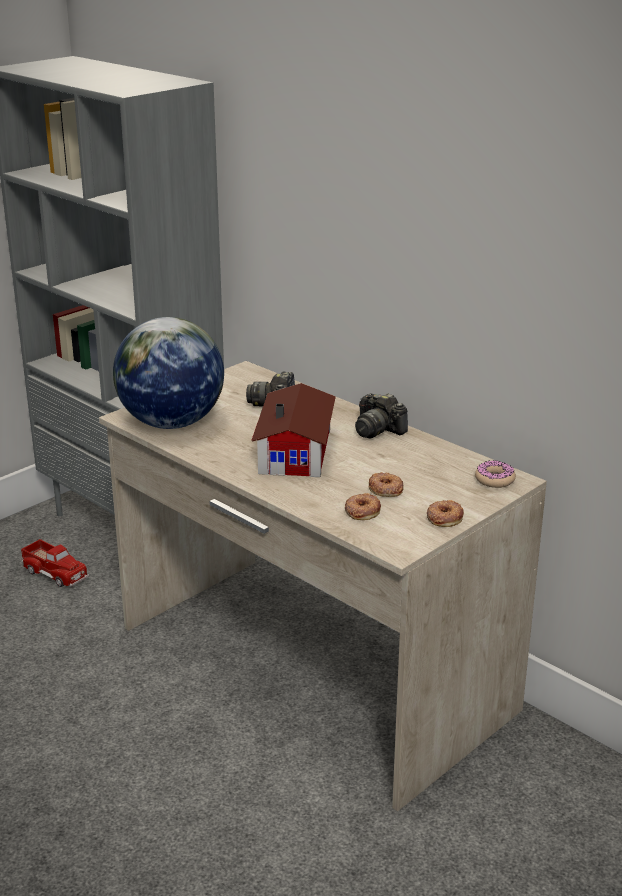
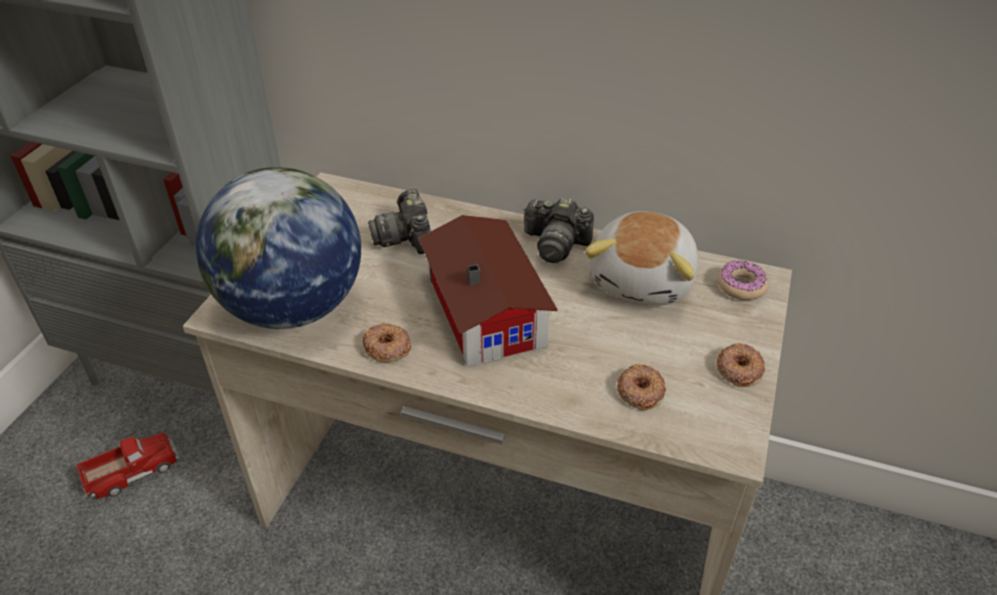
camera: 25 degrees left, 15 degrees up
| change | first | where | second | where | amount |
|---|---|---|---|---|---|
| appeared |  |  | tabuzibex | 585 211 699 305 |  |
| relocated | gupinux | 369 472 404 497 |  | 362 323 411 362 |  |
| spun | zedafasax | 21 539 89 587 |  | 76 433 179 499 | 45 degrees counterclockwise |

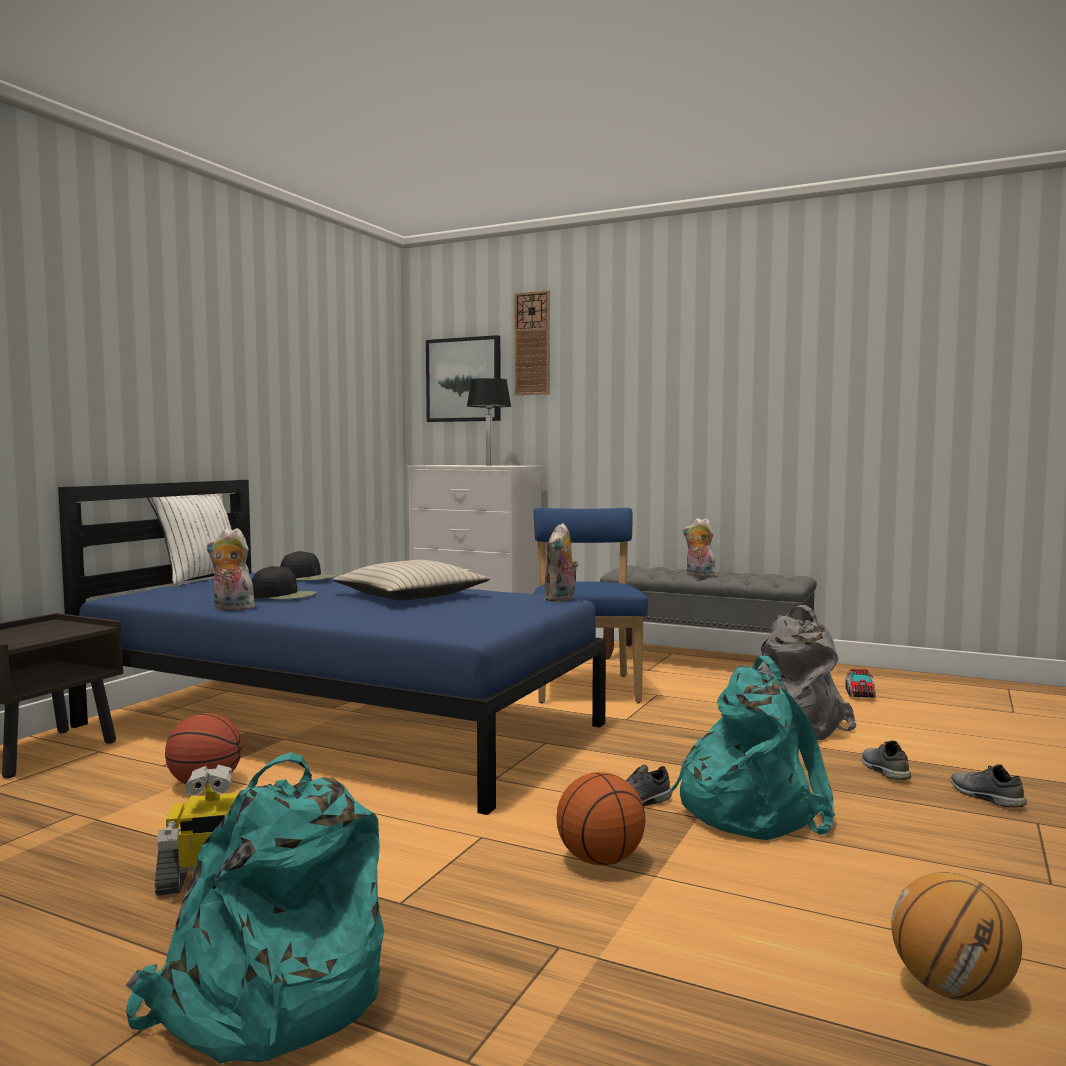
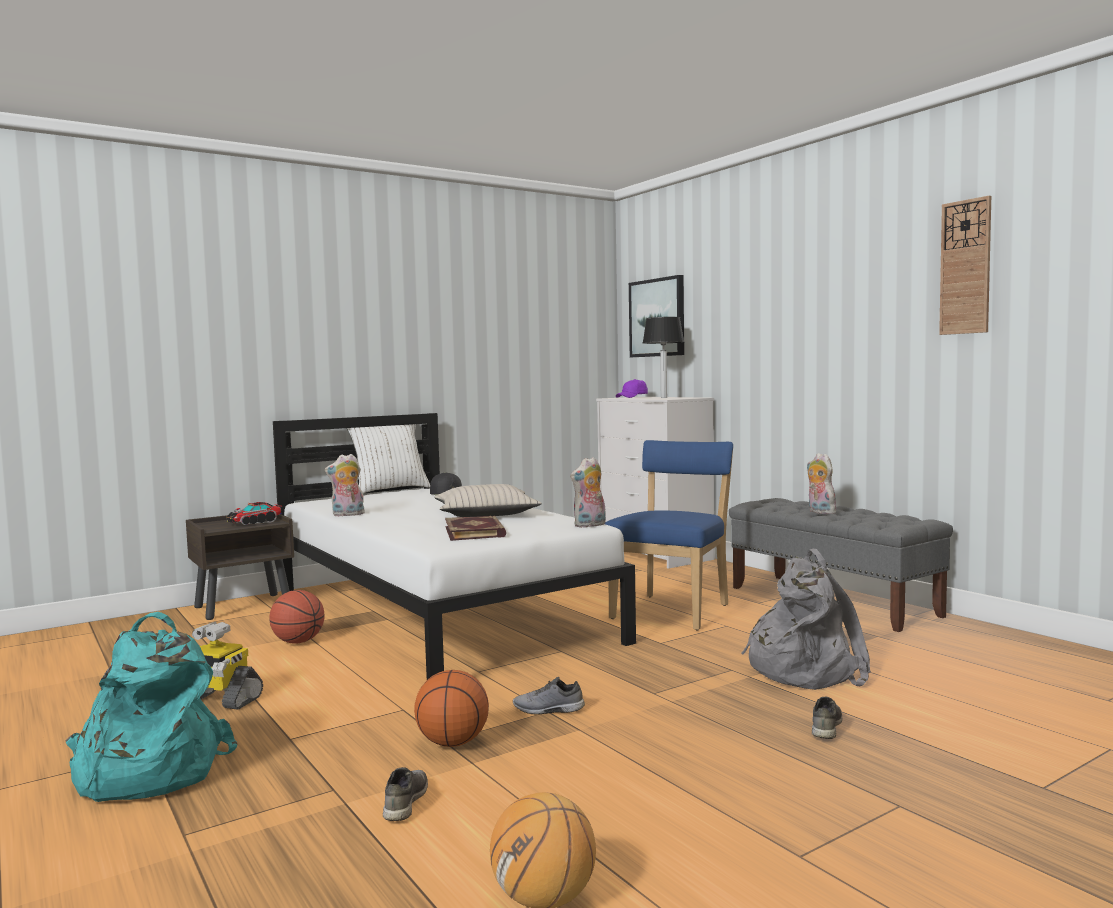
camera: 30 degrees right, 0 degrees up
| change | first | where | second | where | amount |
|---|---|---|---|---|---|
| missing | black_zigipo | 252 566 317 599 |  |  |  |
| missing | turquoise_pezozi | 671 656 835 840 |  |  |  |
| appeared |  |  | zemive | 445 515 506 541 |  |
| appeared |  |  | purple_zigipo | 616 379 648 398 |  |
| relocated | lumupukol | 514 290 550 395 |  | 939 196 991 335 |  |
| relocated | zedafasax | 845 669 876 698 |  | 226 502 283 525 |  |
| relocated | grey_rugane | 950 764 1027 808 |  | 383 767 428 821 |  |
| colour | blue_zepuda | 58 480 606 815 | white_zepuda | 273 413 636 680 |  |
| spun | tabuzibex | 207 528 255 610 |  | 325 454 365 516 | 60 degrees counterclockwise |

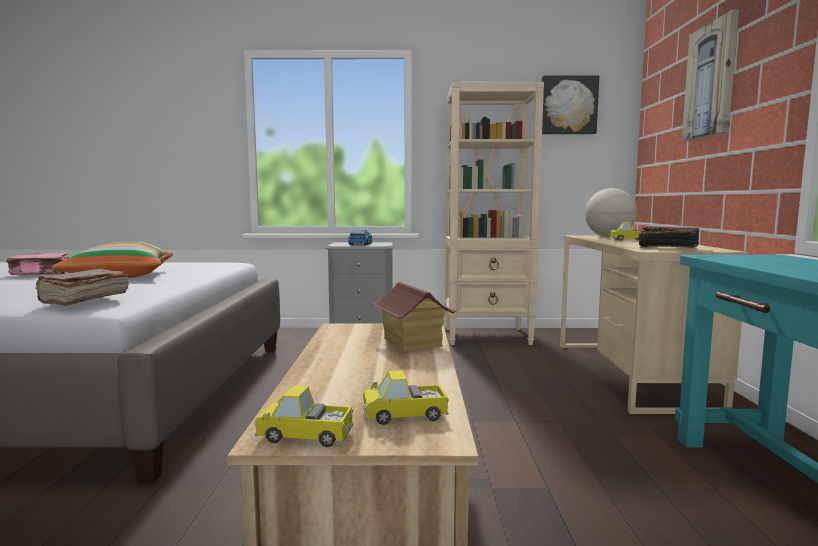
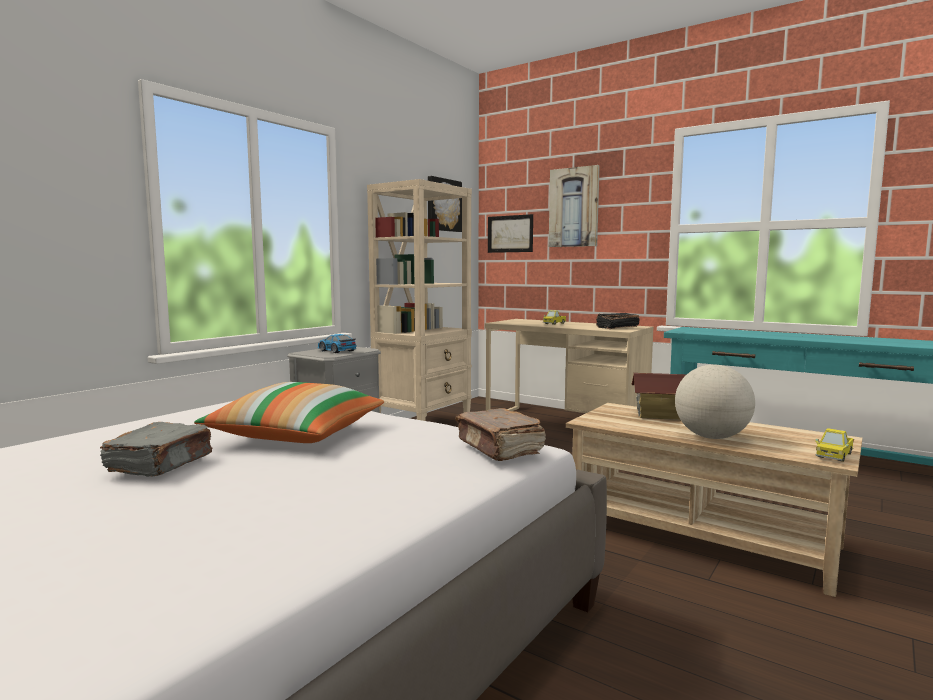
camera: 55 degrees left, 0 degrees up
| change | first | where | second | where | amount |
|---|---|---|---|---|---|
| missing | zedafasax | 363 370 449 425 |  |  |  |
| appeared |  |  | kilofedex | 488 214 533 253 |  |
| relocated | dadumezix | 585 188 637 237 |  | 675 365 755 439 |  |
| colour | pink_zemive | 6 252 69 275 | grey_zemive | 100 422 213 477 |  |

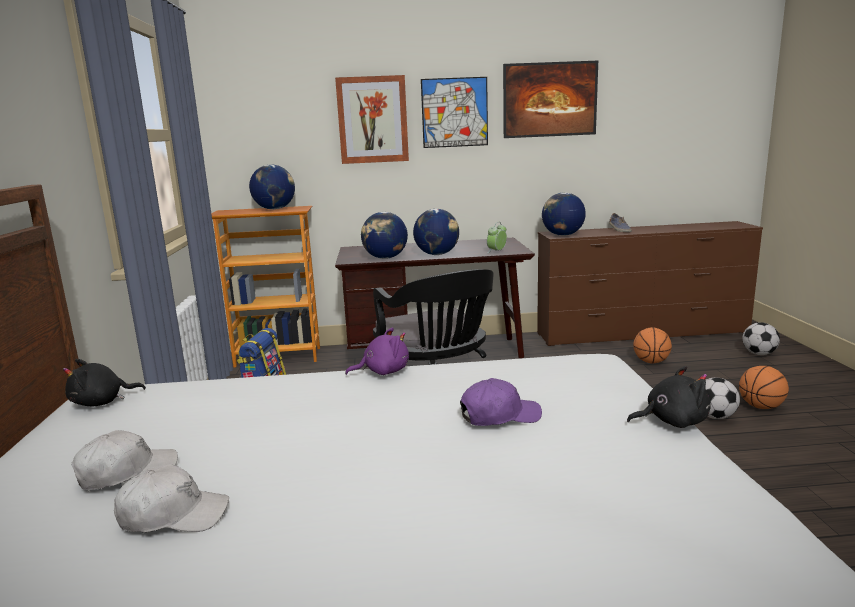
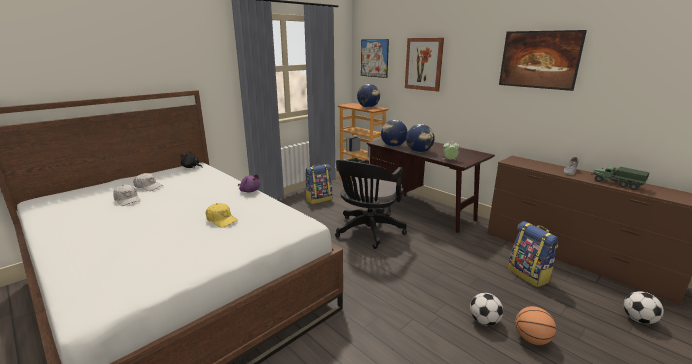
camera: 50 degrees right, 5 degrees up
| change | first | where | second | where | amount |
|---|---|---|---|---|---|
| missing | dadumezix | 542 192 586 236 |  |  |  |
| missing | black_tabuzibex | 627 366 711 428 |  |  |  |
| appeared |  |  | zedafasax | 591 166 650 190 |  |
| relocated | kilofedex | 421 77 488 148 |  | 361 39 389 78 |  |
| exchanged | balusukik | 633 327 672 364 | pezozi | 508 221 558 287 |  |
| colour | purple_zigipo | 460 378 542 426 | yellow_zigipo | 206 203 238 228 |  |

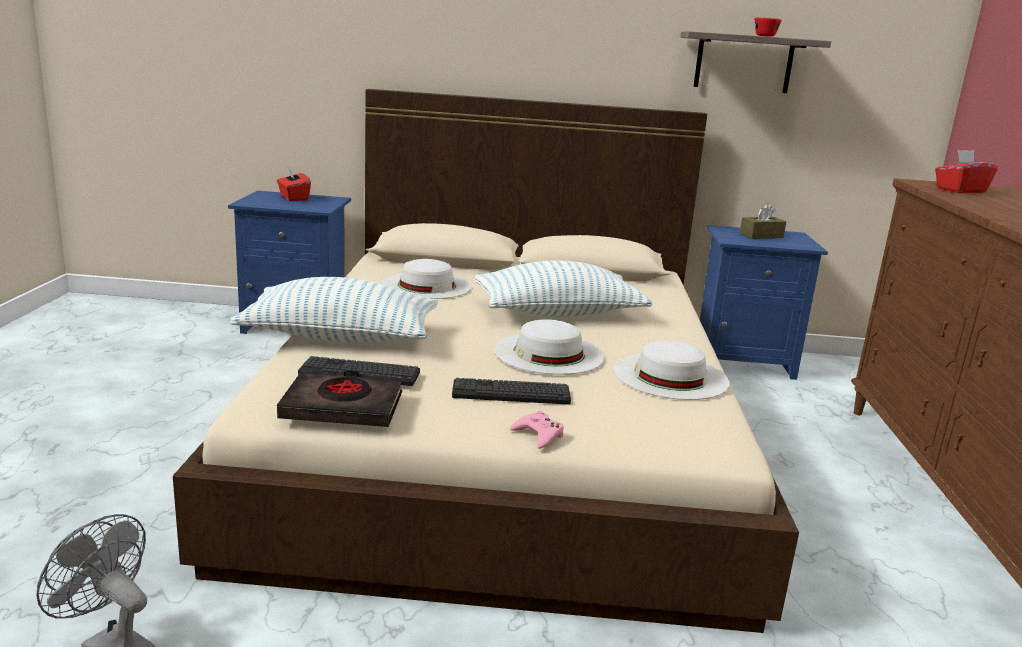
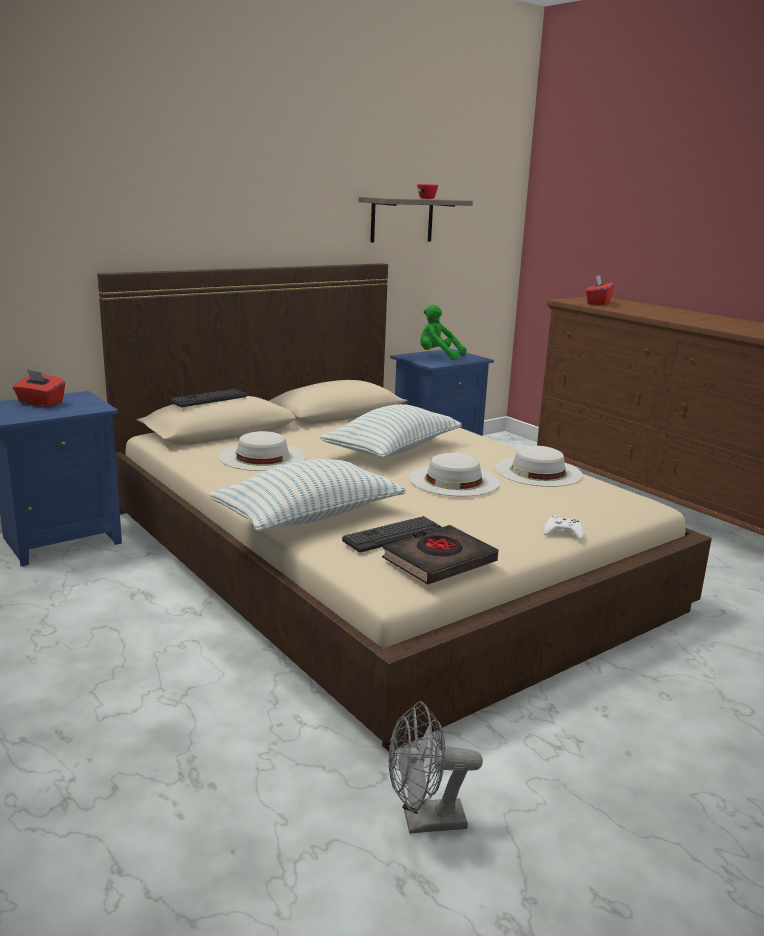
camera: 40 degrees left, 0 degrees up
| change | first | where | second | where | amount |
|---|---|---|---|---|---|
| relocated | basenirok | 452 378 571 405 |  | 170 389 246 407 |  |
| exchanged | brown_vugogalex | 740 203 786 239 | green_tabuzibex | 420 305 467 360 |  |
| colour | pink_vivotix | 510 411 564 449 | white_vivotix | 544 515 583 540 |  |

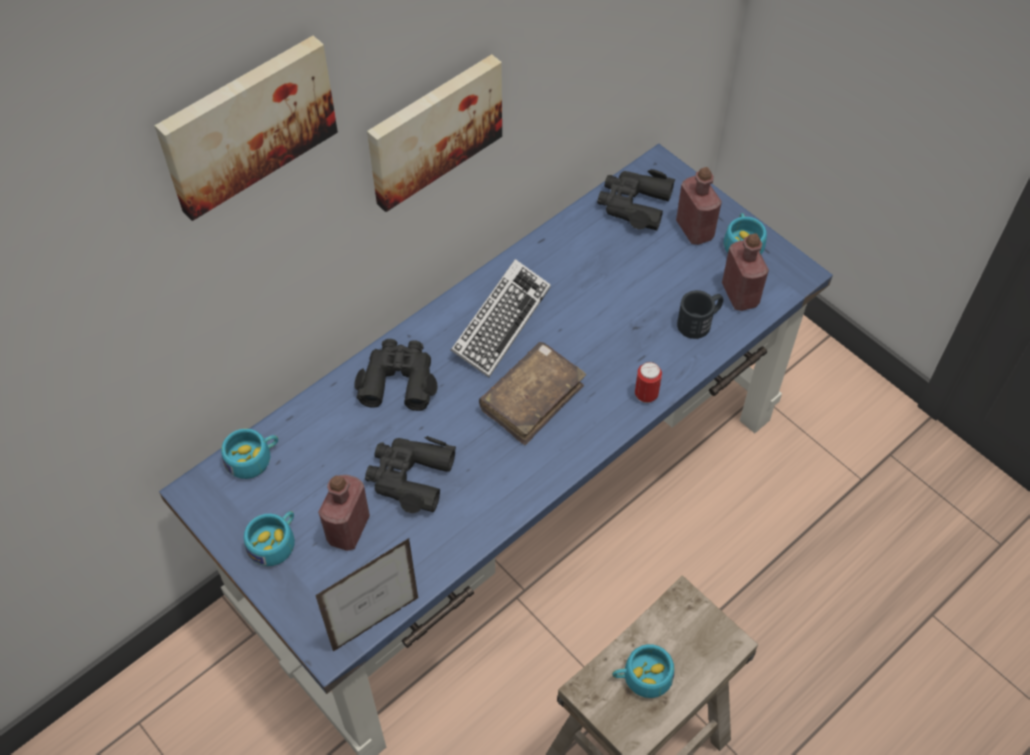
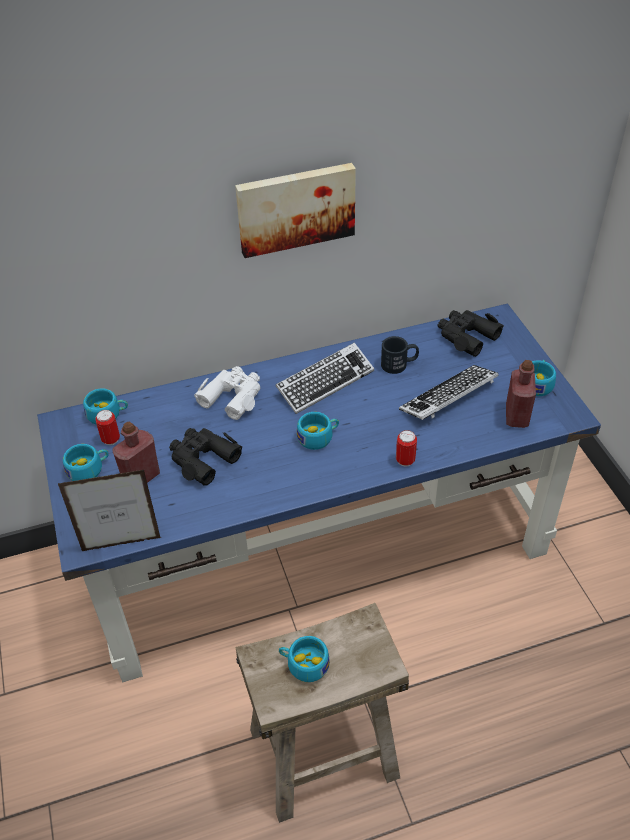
camera: 25 degrees right, 10 degrees down
| change | first | where | second | where | amount |
|---|---|---|---|---|---|
| missing | kilofedex | 155 36 338 221 |  |  |  |
| missing | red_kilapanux | 676 167 722 245 |  |  |  |
| appeared |  |  | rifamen | 95 410 120 445 |  |
| appeared |  |  | basenirok | 399 365 499 420 |  |
| relocated | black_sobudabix | 677 290 724 339 |  | 381 336 419 374 |  |
| exchanged | brown_zemive | 479 342 586 445 | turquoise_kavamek | 297 412 339 450 |  |
| colour | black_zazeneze | 354 339 438 411 | white_zazeneze | 194 366 260 420 |  |

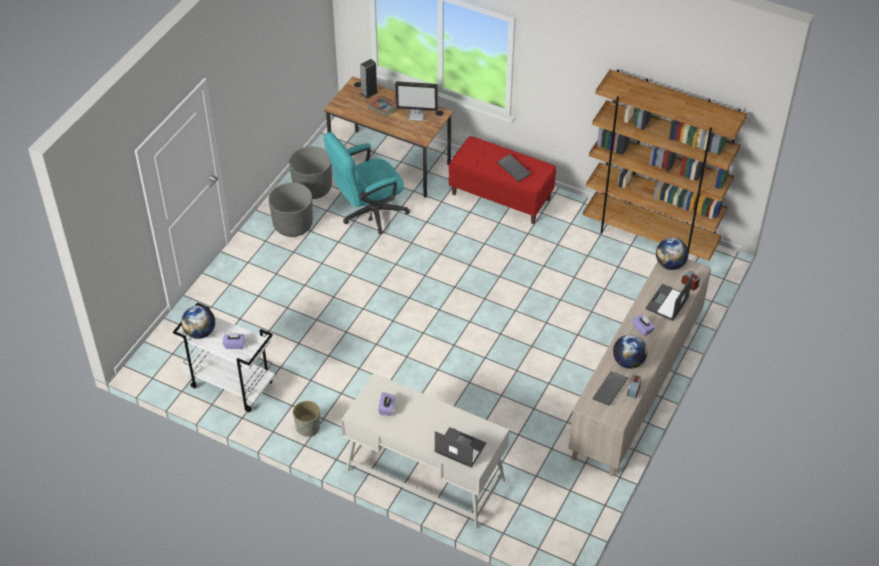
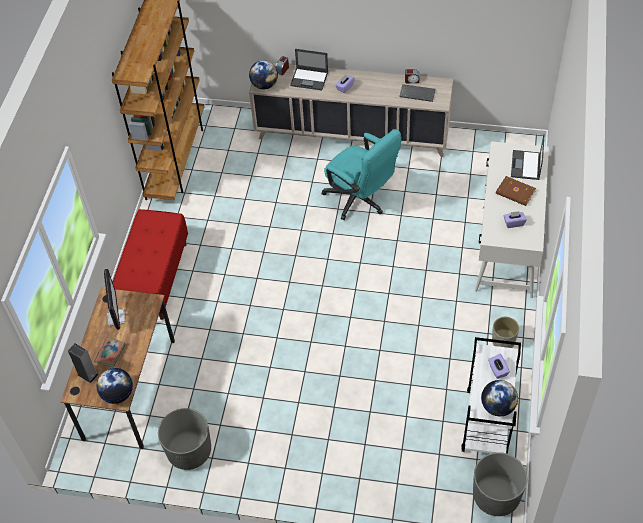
camera: 105 degrees left, 5 degrees up
| change | first | where | second | where | amount |
|---|---|---|---|---|---|
| missing | basenirok | 497 154 531 182 |  |  |  |
| appeared |  |  | brown_zemive | 496 176 536 206 |  |
| relocated | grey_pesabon | 268 183 313 237 |  | 473 452 527 516 |  |
| relocated | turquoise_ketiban | 324 132 410 234 |  | 322 129 401 220 |  |
| relocated | dadumezix | 613 334 648 369 |  | 96 368 133 404 |  |

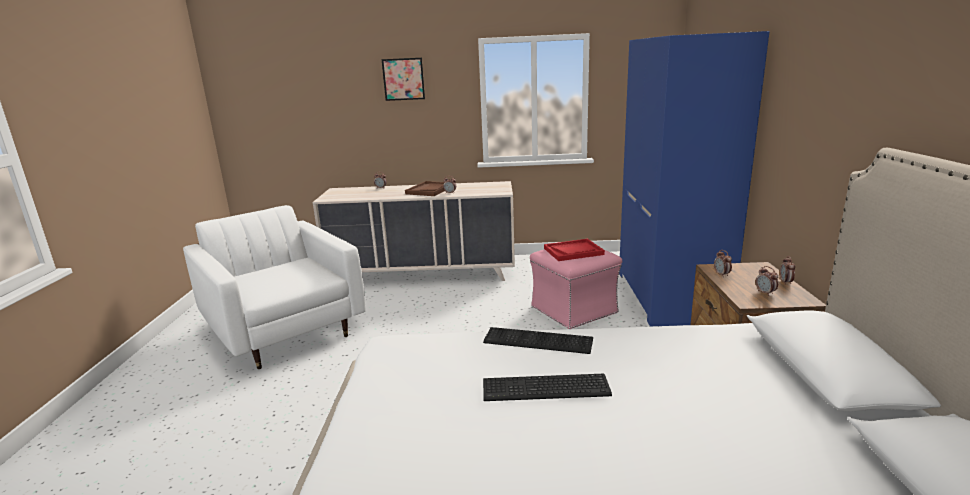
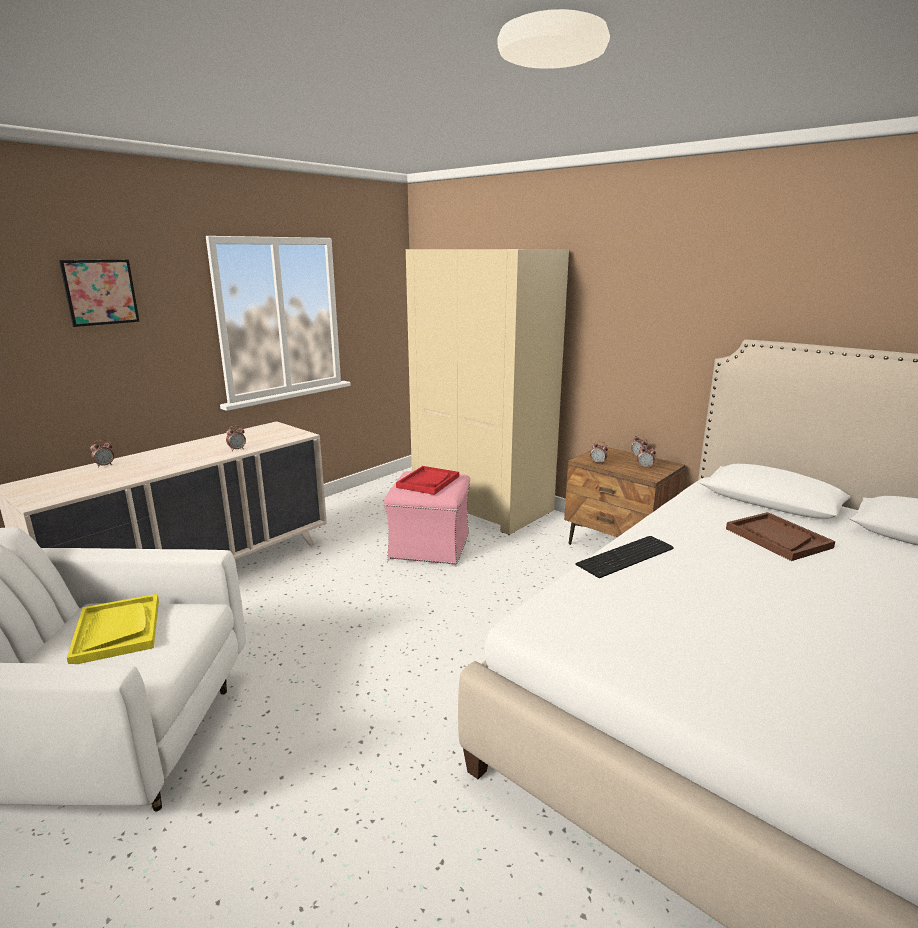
camera: 50 degrees left, 0 degrees up
| change | first | where | second | where | amount |
|---|---|---|---|---|---|
| missing | basenirok | 483 374 612 401 |  |  |  |
| appeared |  |  | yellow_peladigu | 67 594 159 664 |  |
| relocated | brown_peladigu | 405 181 445 196 |  | 726 512 835 561 |  |
| colour | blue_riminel | 619 31 770 327 | beige_riminel | 406 249 569 535 |  |

